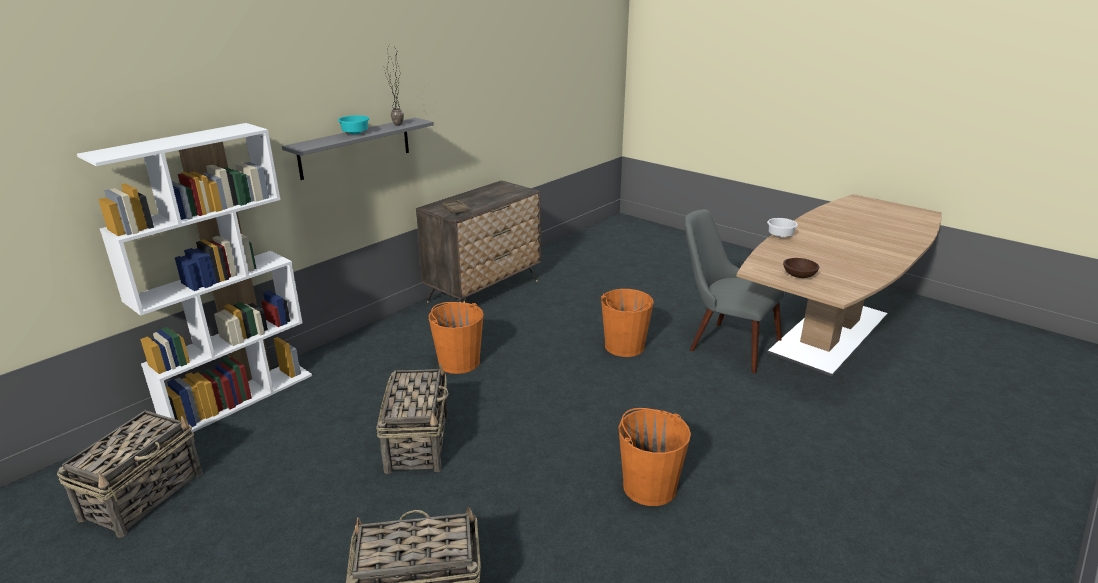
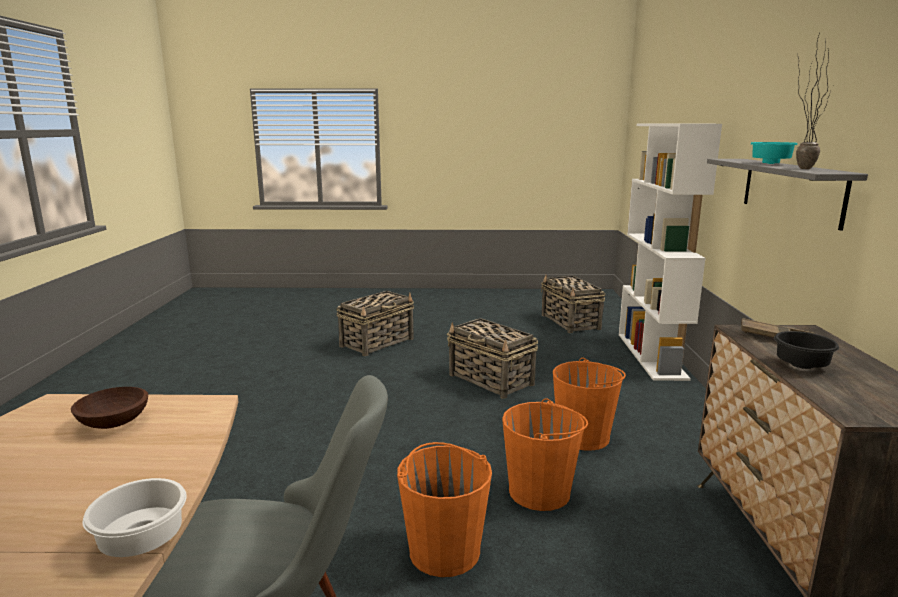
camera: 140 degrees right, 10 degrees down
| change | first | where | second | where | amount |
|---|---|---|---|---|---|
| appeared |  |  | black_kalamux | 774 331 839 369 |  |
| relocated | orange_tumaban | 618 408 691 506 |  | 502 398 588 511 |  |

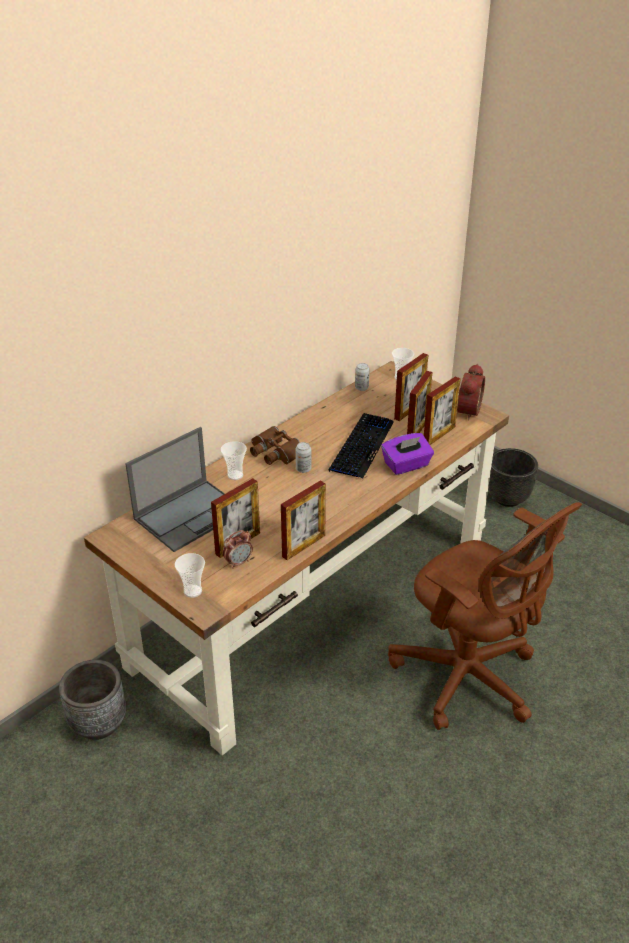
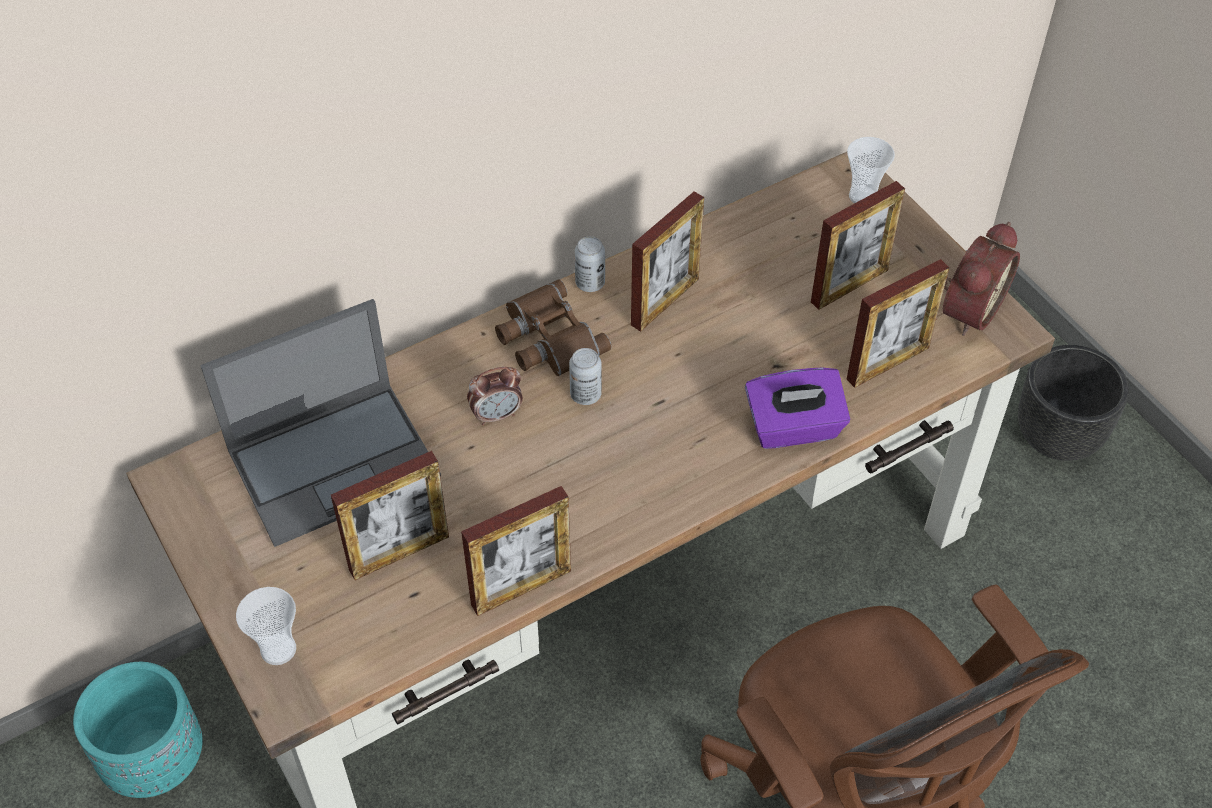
camera: 15 degrees right, 15 degrees up
| change | first | where | second | where | amount |
|---|---|---|---|---|---|
| missing | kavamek | 221 441 247 480 |  |  |  |
| missing | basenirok | 328 413 394 479 |  |  |  |
| relocated | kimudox | 223 530 253 569 |  | 467 367 523 426 |  |
| relocated | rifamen | 355 363 370 391 |  | 575 236 605 292 |  |
| relocated | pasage | 407 371 432 434 |  | 631 191 704 332 |  |
| colour | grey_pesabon | 59 659 126 740 | turquoise_pesabon | 73 662 203 798 |  |

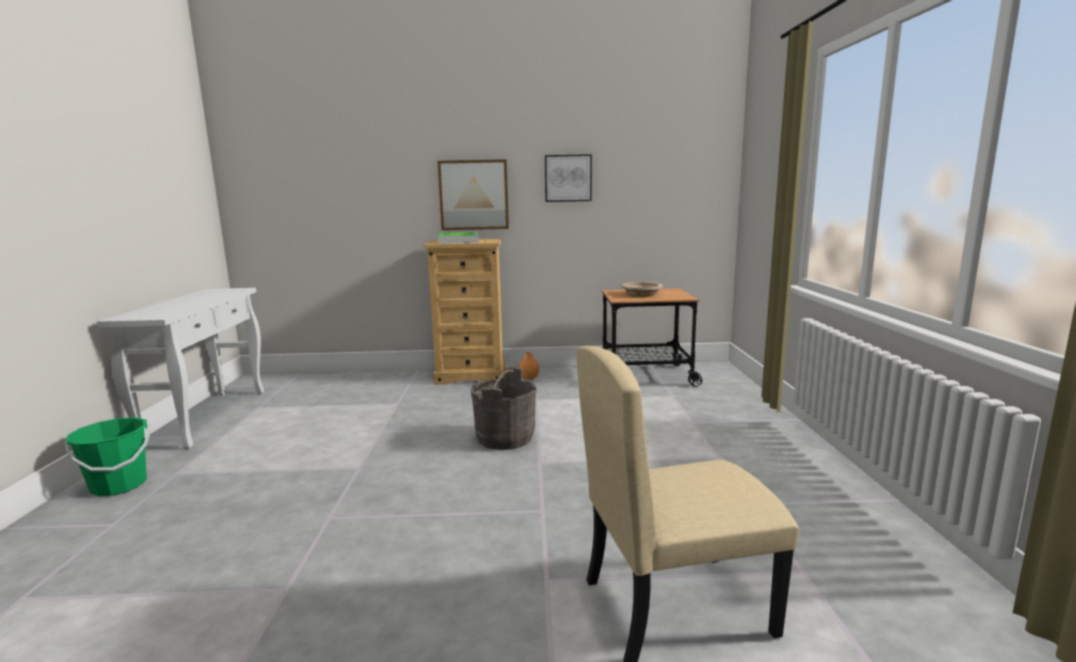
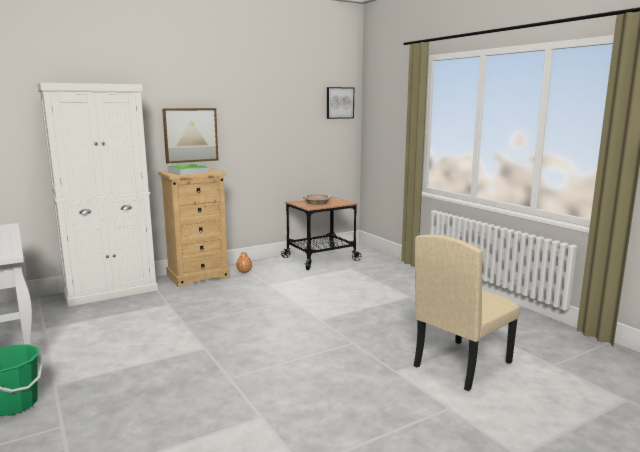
camera: 30 degrees left, 0 degrees up
| change | first | where | second | where | amount |
|---|---|---|---|---|---|
| missing | grey_tumaban | 471 368 537 450 |  |  |  |
| appeared |  |  | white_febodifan | 38 83 158 307 |  |
| relocated | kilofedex | 545 154 592 202 |  | 327 87 354 119 |  |

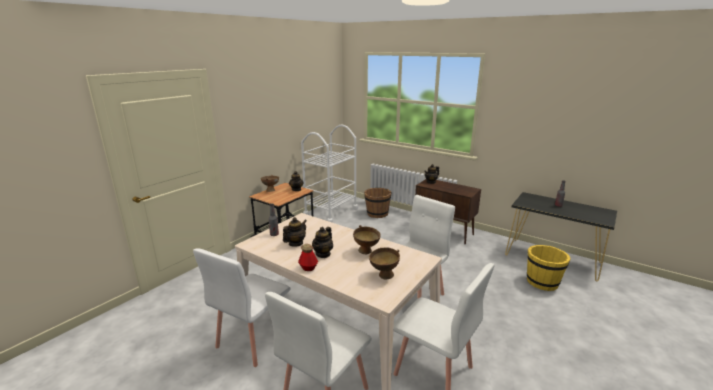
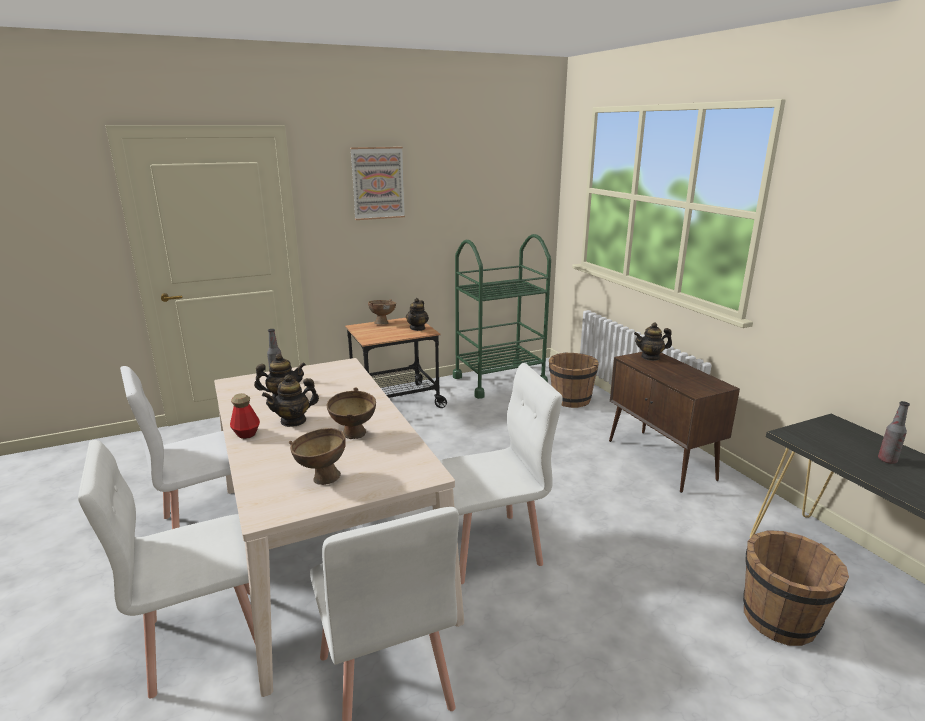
camera: 30 degrees right, 0 degrees up
| change | first | where | second | where | amount |
|---|---|---|---|---|---|
| appeared |  |  | kilofedex | 350 147 405 220 |  |
| colour | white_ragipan | 301 125 358 223 | green_ragipan | 453 234 551 399 |  |
| colour | yellow_tumaban | 527 245 571 291 | brown_tumaban | 743 530 849 646 |  |

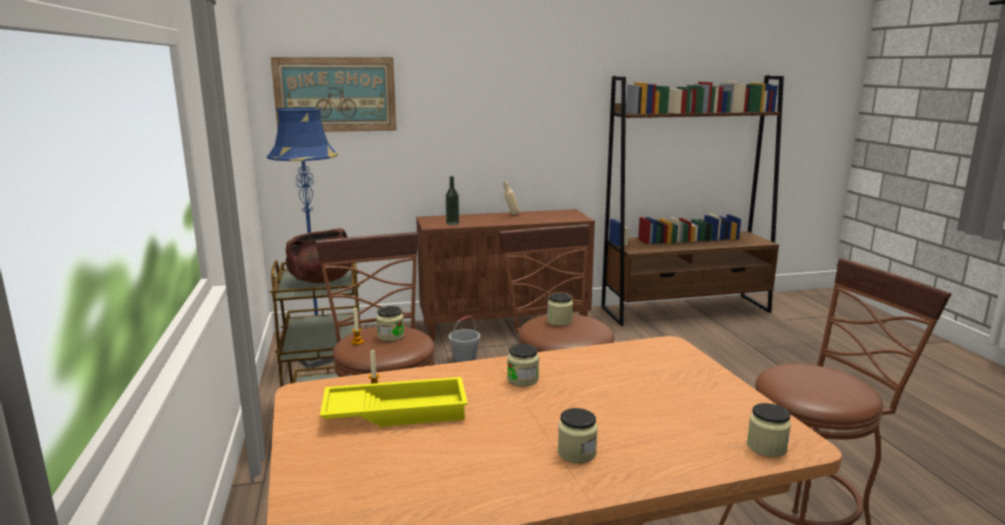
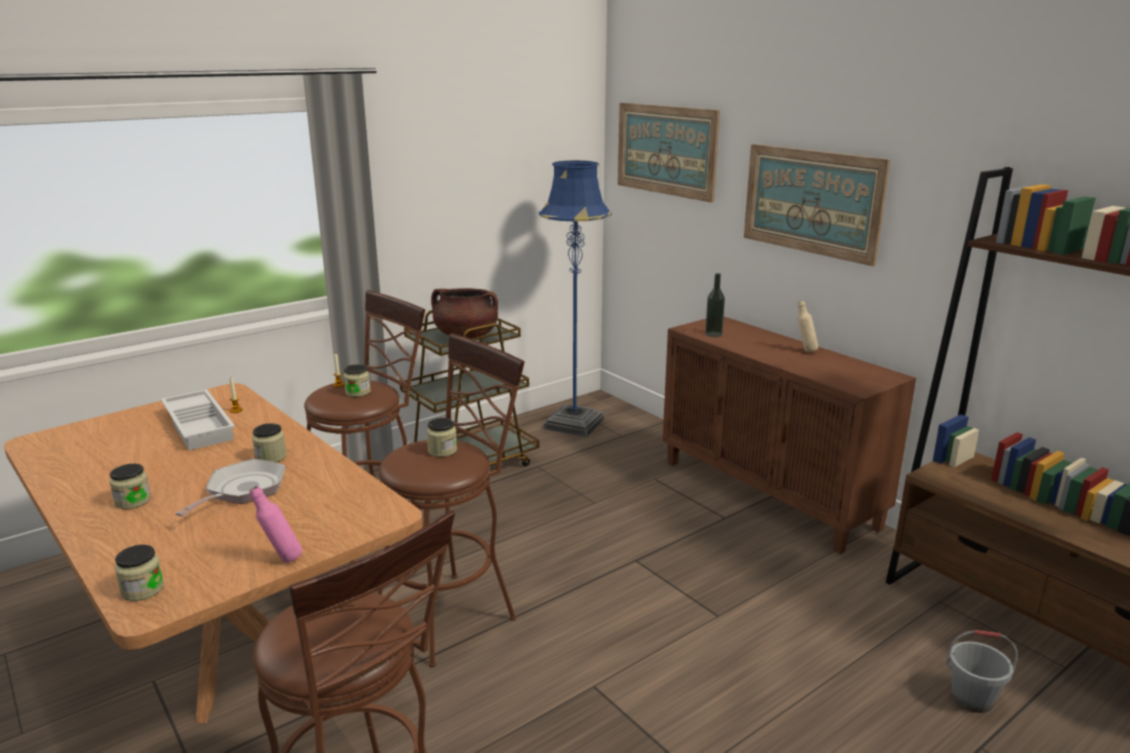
camera: 65 degrees right, 5 degrees up
| change | first | where | second | where | amount |
|---|---|---|---|---|---|
| appeared |  |  | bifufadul | 175 459 285 516 |  |
| appeared |  |  | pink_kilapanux | 249 486 302 563 |  |
| appeared |  |  | kilofedex | 744 144 891 266 |  |
| relocated | grey_tumaban | 448 316 480 362 |  | 946 630 1018 713 |  |
| colour | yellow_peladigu | 320 377 468 427 | white_peladigu | 161 389 235 450 |  |

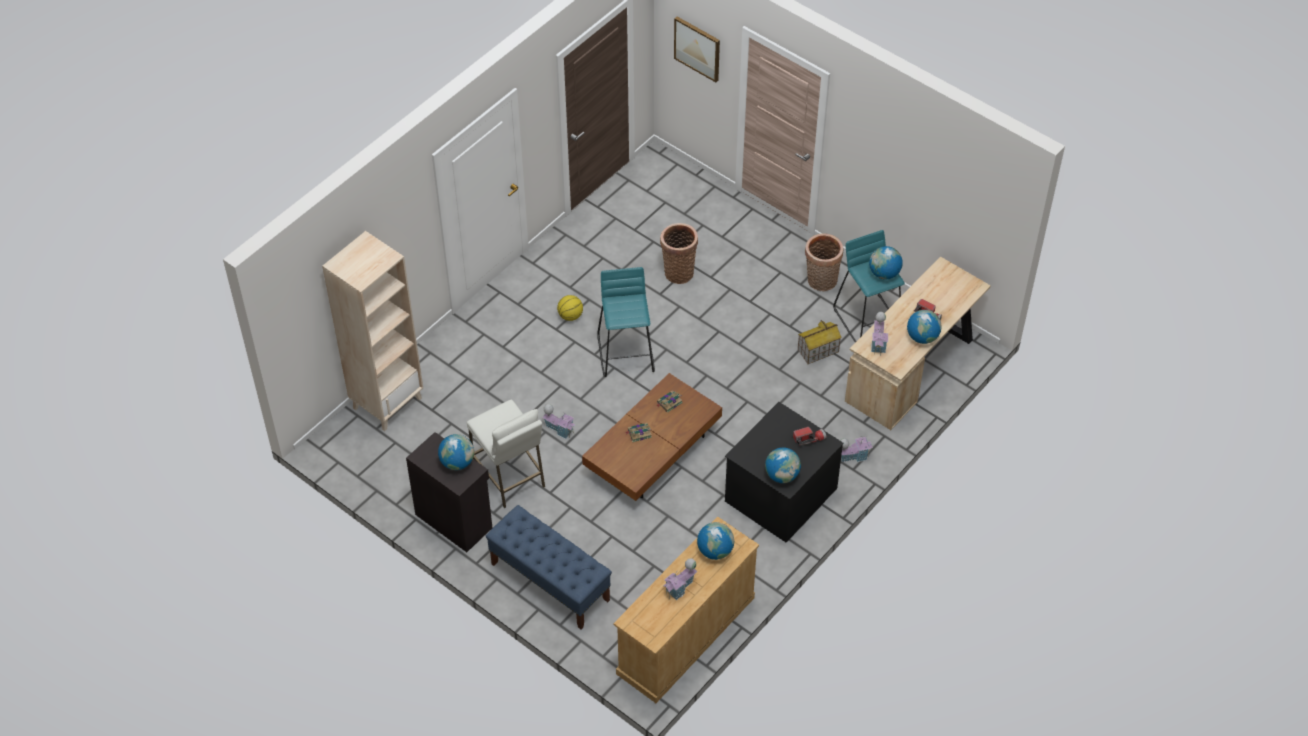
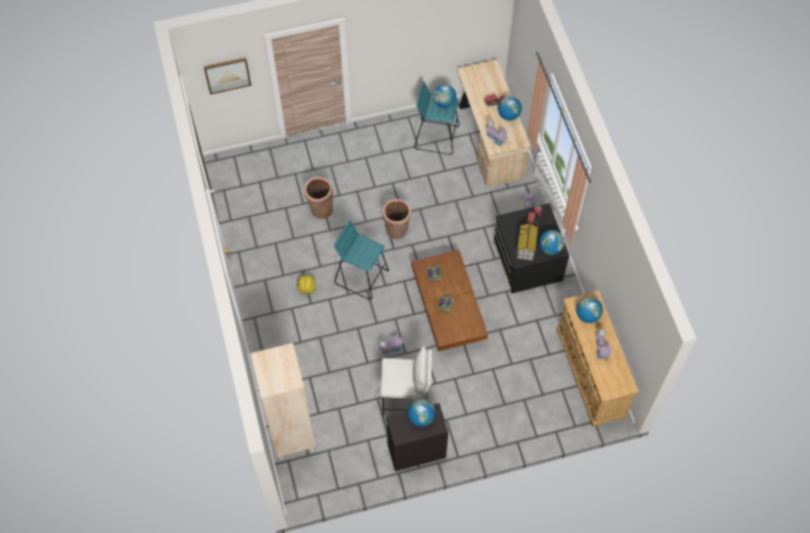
camera: 55 degrees left, 10 degrees up
| change | first | where | second | where | amount |
|---|---|---|---|---|---|
| missing | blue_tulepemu | 486 505 612 629 |  |  |  |
| relocated | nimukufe | 798 320 842 364 |  | 516 223 538 261 |  |
| relocated | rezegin | 805 233 843 291 |  | 382 199 411 239 |  |

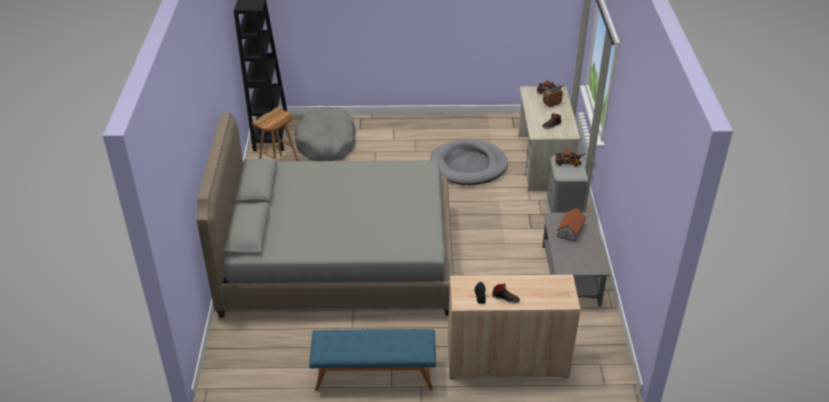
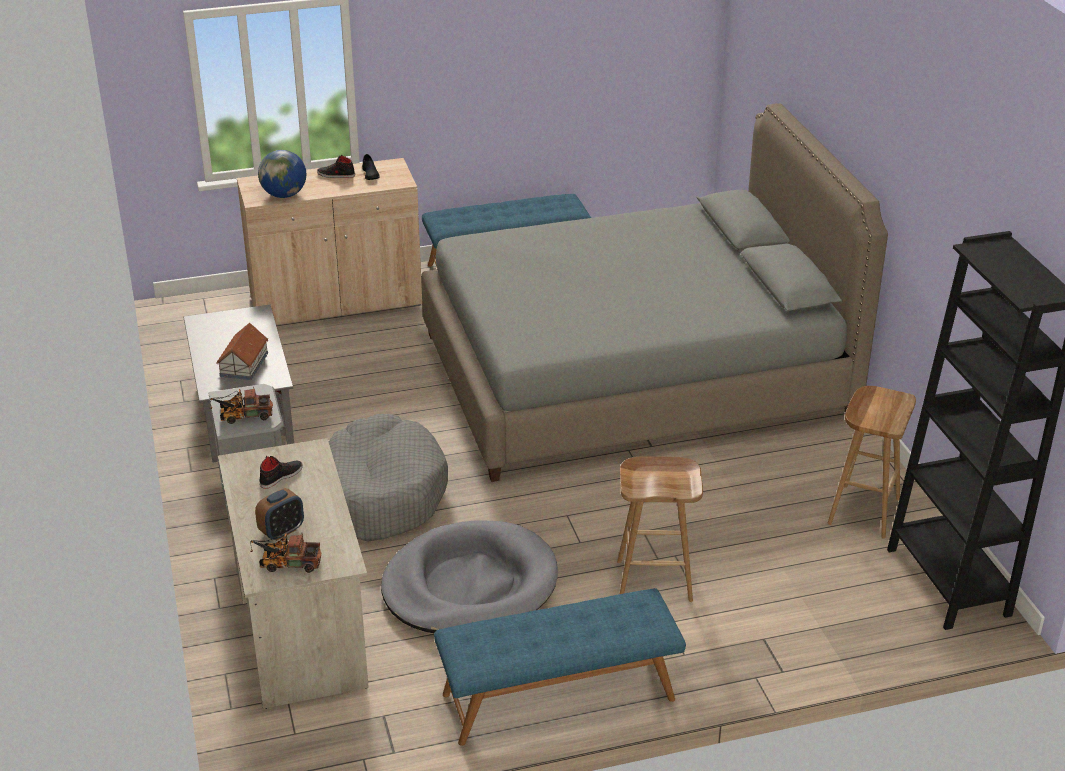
camera: 165 degrees right, 5 degrees down
| change | first | where | second | where | amount |
|---|---|---|---|---|---|
| appeared |  |  | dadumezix | 258 150 306 198 |  |
| appeared |  |  | blue_tulepemu | 434 588 686 746 |  |
| appeared |  |  | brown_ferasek | 617 456 703 602 |  |
| relocated | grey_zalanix | 295 107 355 161 |  | 329 414 448 542 |  |

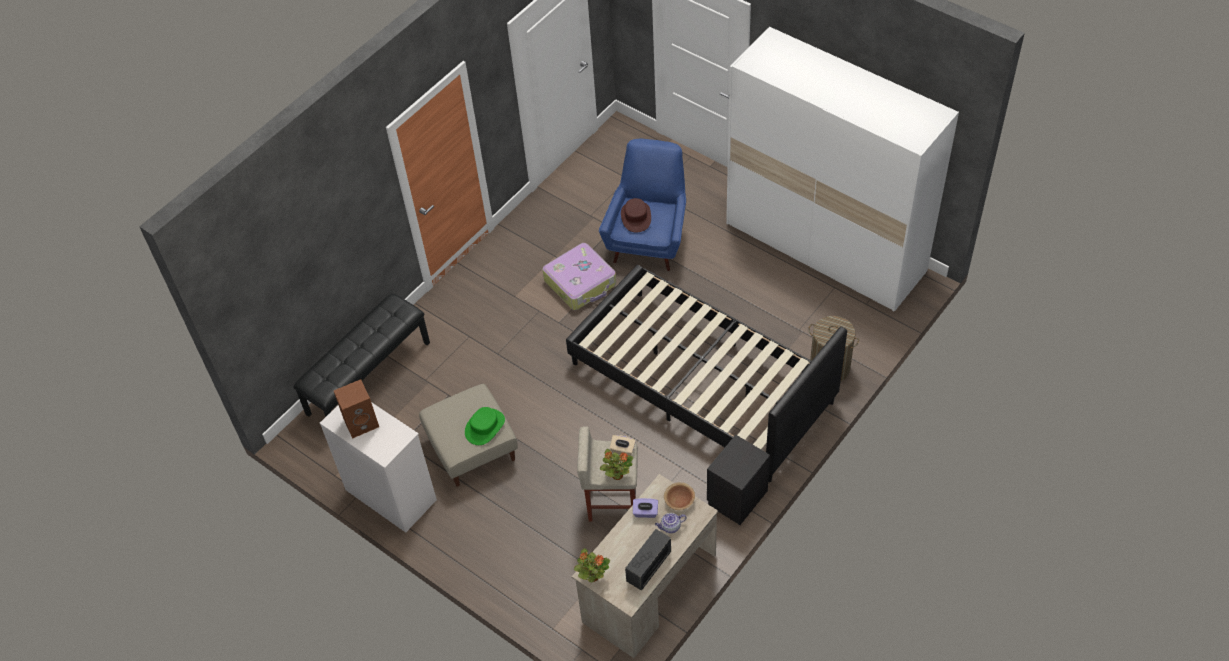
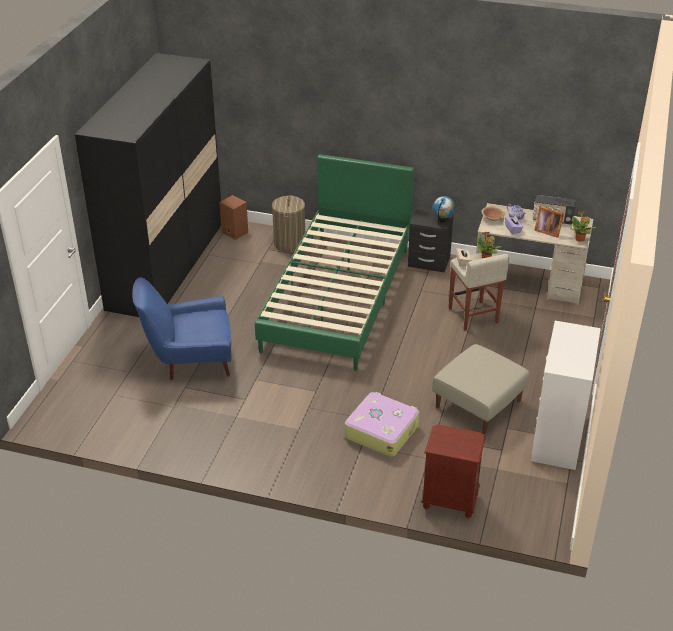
camera: 115 degrees left, 15 degrees down
| change | first | where | second | where | amount |
|---|---|---|---|---|---|
| missing | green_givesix | 465 407 505 445 |  |  |  |
| missing | brown_givesix | 621 198 651 233 |  |  |  |
| appeared |  |  | dadumezix | 433 196 455 223 |  |
| appeared |  |  | pasage | 534 207 564 238 |  |
| relocated | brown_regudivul | 334 379 379 439 |  | 219 195 248 240 |  |
| relocated | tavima | 542 243 616 310 |  | 345 392 419 457 |  |
| exchanged | black_tulepemu | 293 294 430 417 | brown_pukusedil | 421 424 486 519 |  |
| colour | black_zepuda | 566 265 847 482 | green_zepuda | 255 154 414 371 |  |
| colour | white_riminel | 726 27 959 311 | black_riminel | 75 53 221 317 |  |

